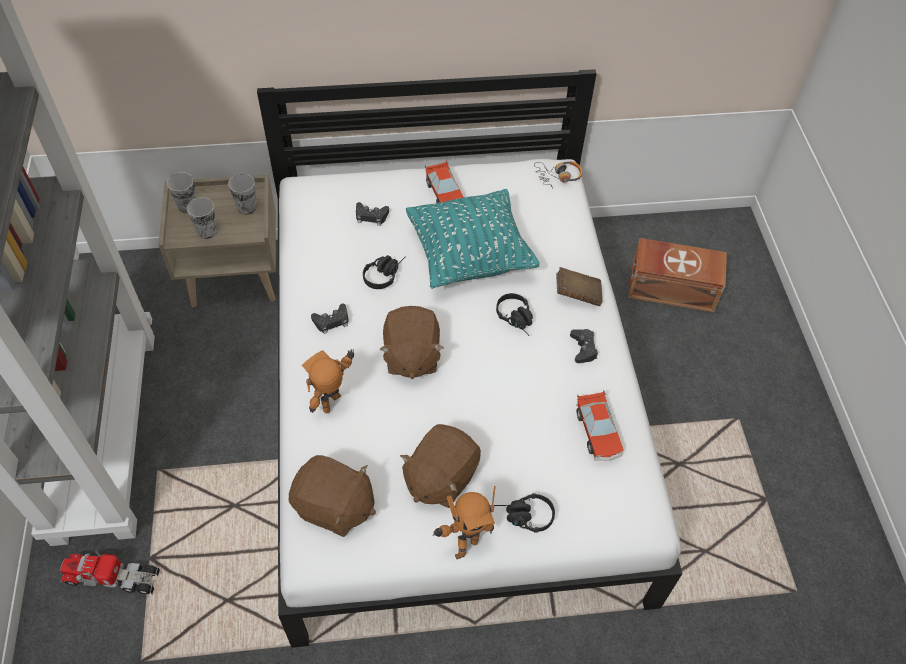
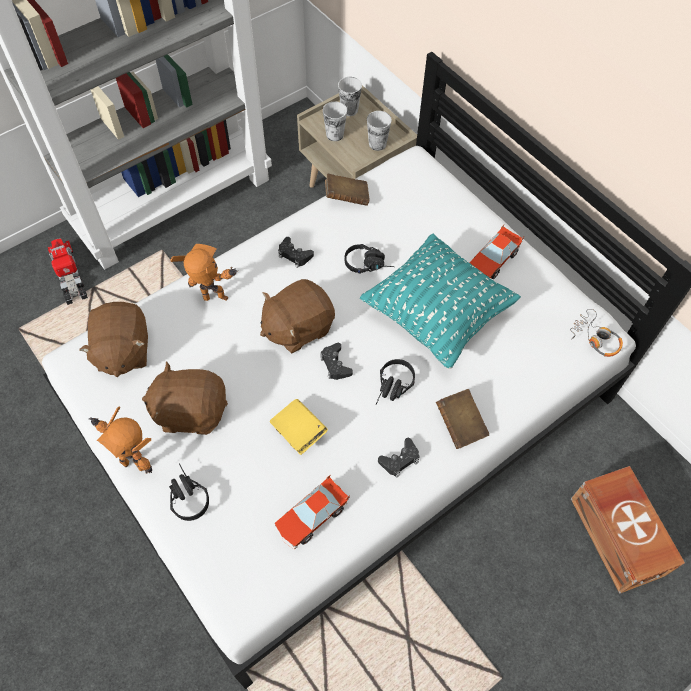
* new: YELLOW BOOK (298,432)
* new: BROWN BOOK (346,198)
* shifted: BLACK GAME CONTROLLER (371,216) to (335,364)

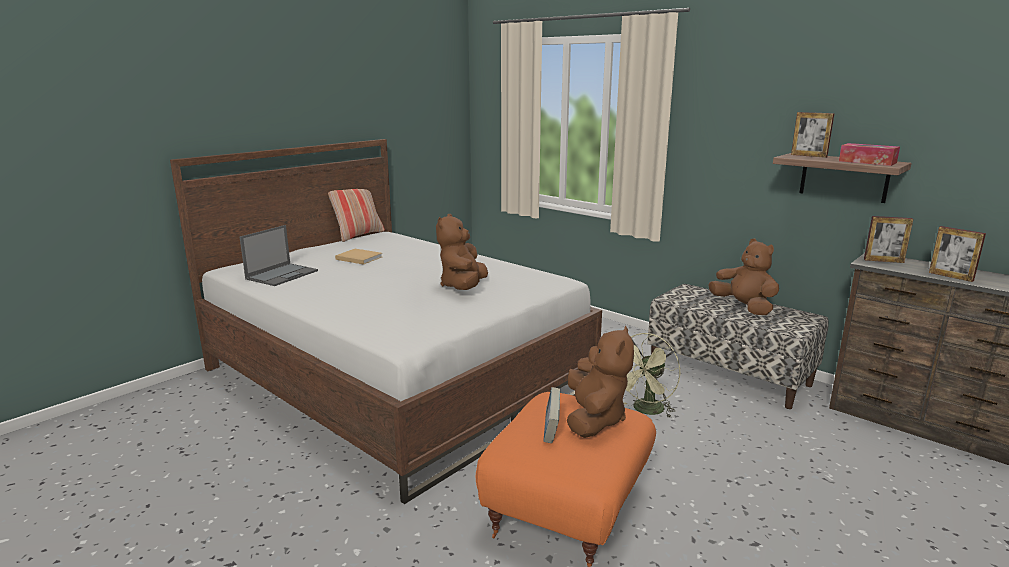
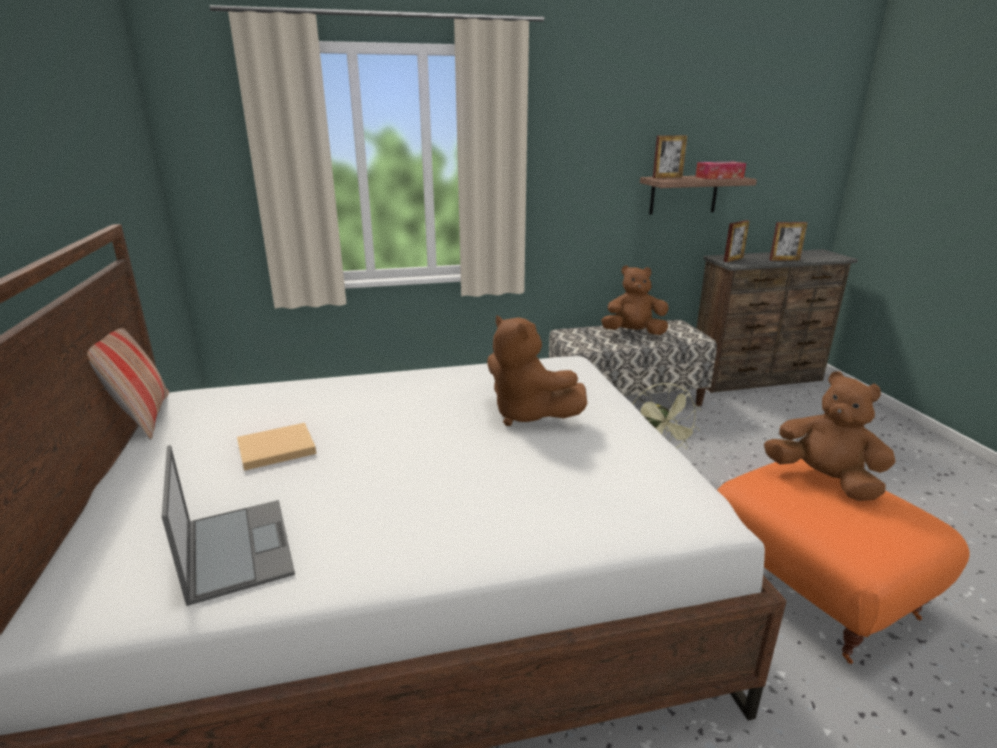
* gone: BOOK (551,432)

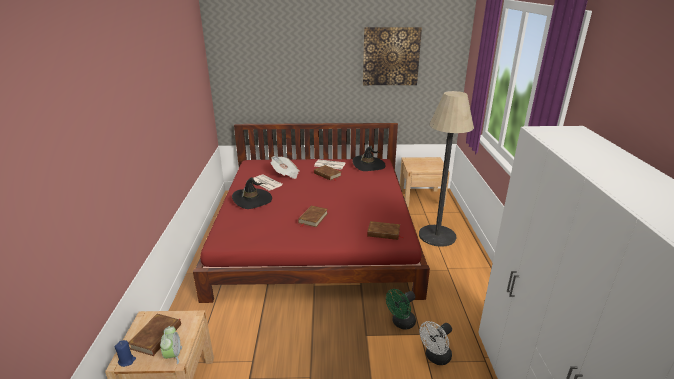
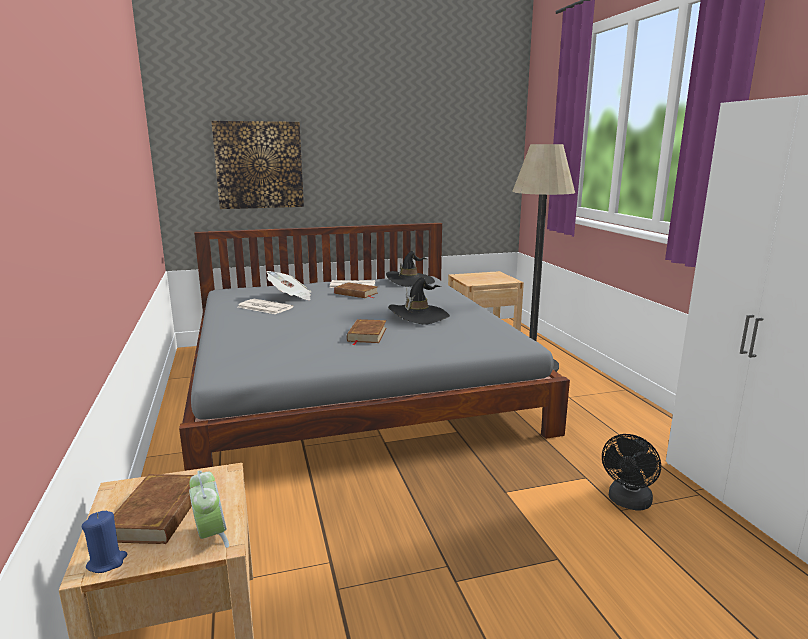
* gone: BROWN BOOK (383,233)
* gone: GREEN FAN (401,323)
* shifted: BLACK HAT (252,200) to (419,316)
* shifted: PICTURE (391,56) to (259,165)
* repainted: RED BED (315,234) to GREY BED (352,382)
* repainted: WHITE FAN (435,358) to BLACK FAN (628,502)

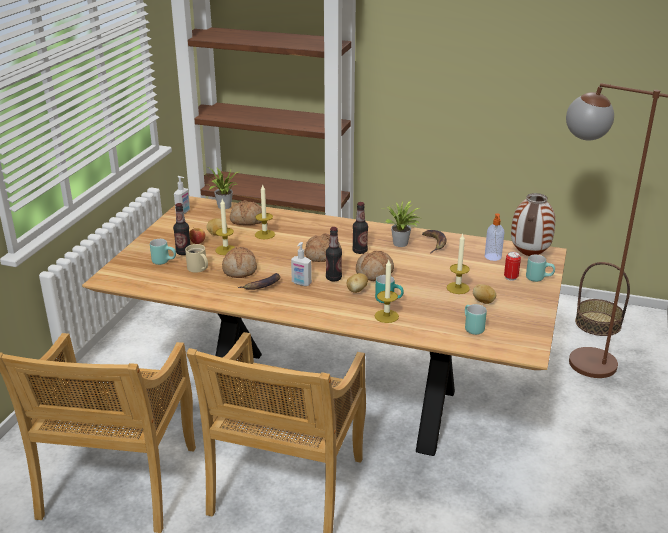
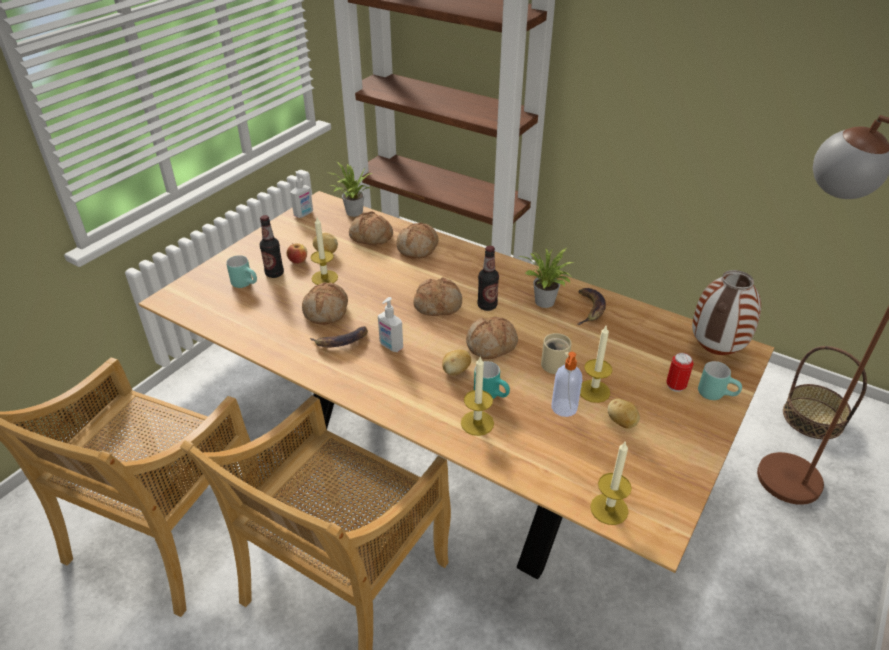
* gone: BOTTLE (333,278)
* gone: TURQUOISE MUG (471,328)
* new: BREAD (418,248)
* shifted: BEIGE MUG (197,268) to (555,367)
* shifted: CANDLE (264,234) to (609,509)
* shifted: SOAP DISPENSER (493,257) to (564,408)

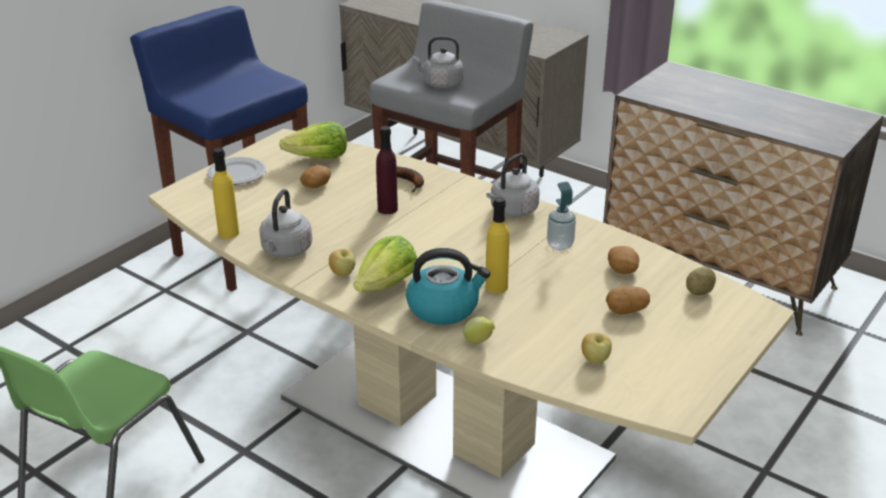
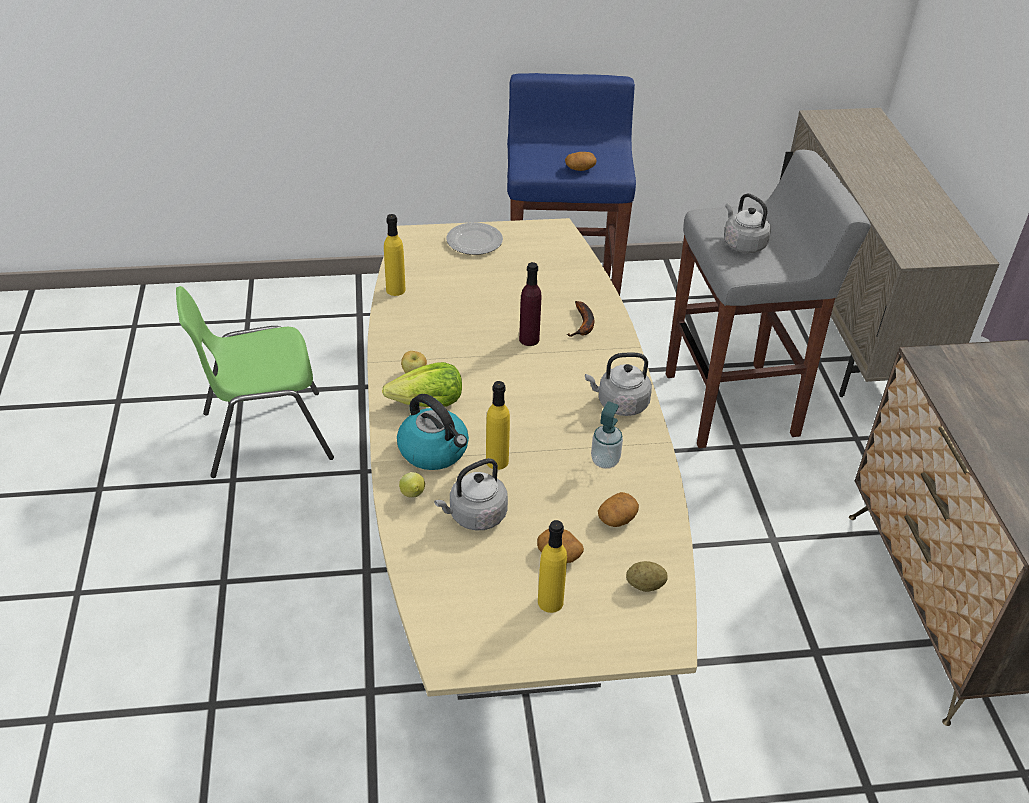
* gone: LETTUCE (318,158)
* gone: APPLE (595,360)
* new: YELLOW BOTTLE (550,602)
* shifted: GREY KETTLE (285,251) to (475,516)
* shifted: POTATO (316,185) to (580,169)

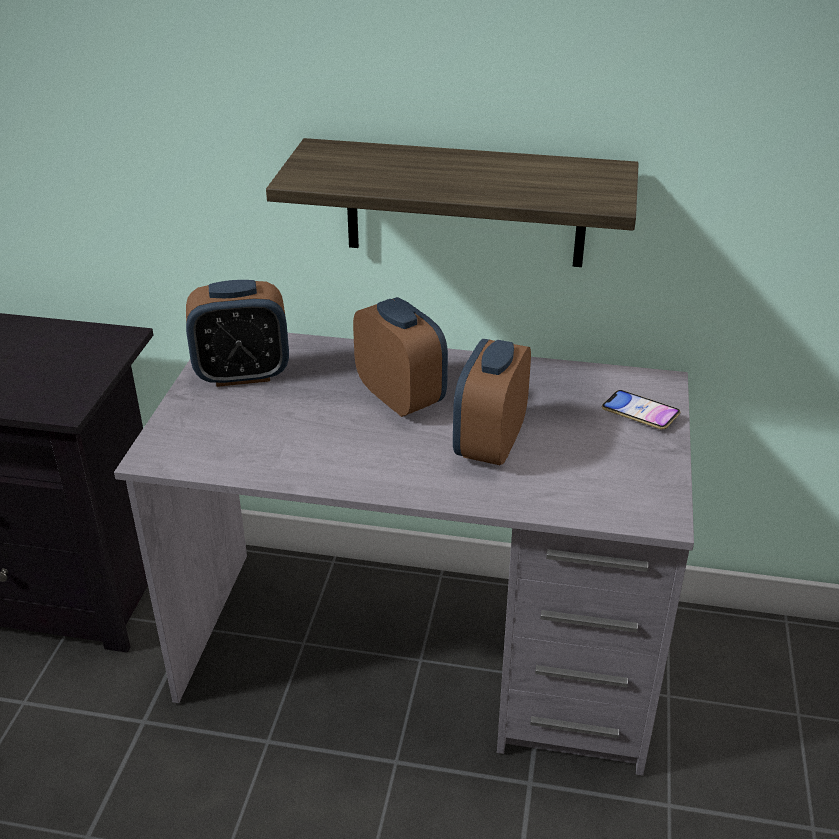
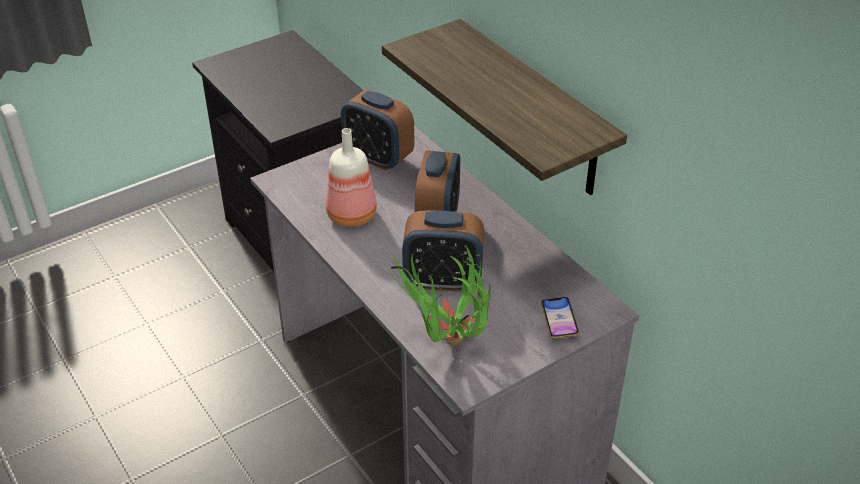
* new: BOTTLE (350,215)
* new: POTTED PLANT (446,349)
* rotated: ALARM CLOCK (489,444) = (443,280) 150 degrees counterclockwise

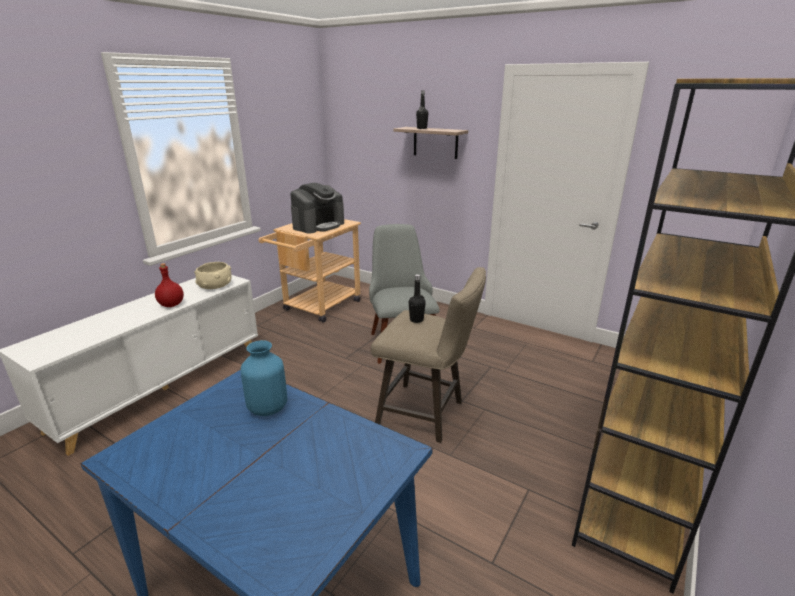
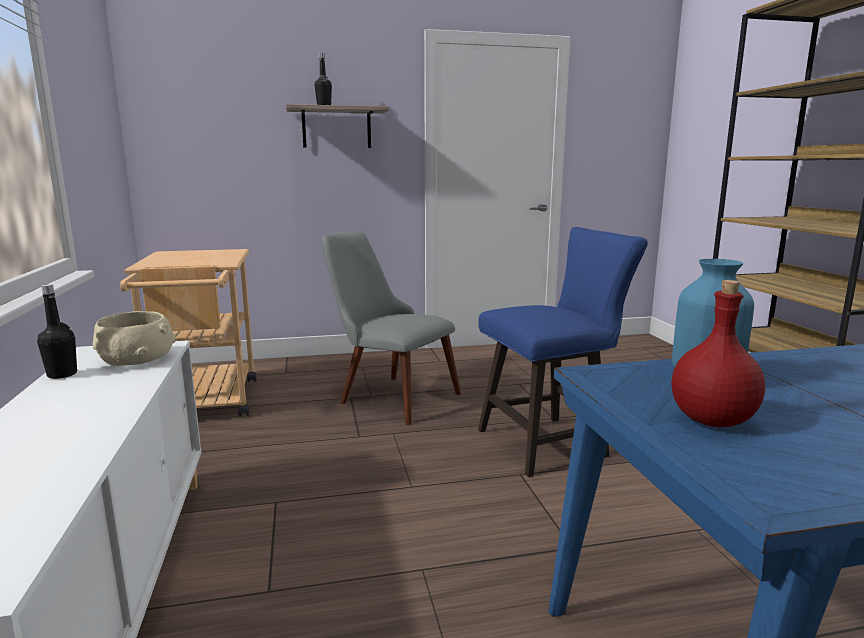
* gone: COFFEE MACHINE (318,225)
* shifted: RED BOTTLE (172,305) to (713,420)
* shifted: BLACK BOTTLE (416,320) to (62,374)
* repainted: BEIGE STOOL (426,414) to BLUE STOOL (550,442)

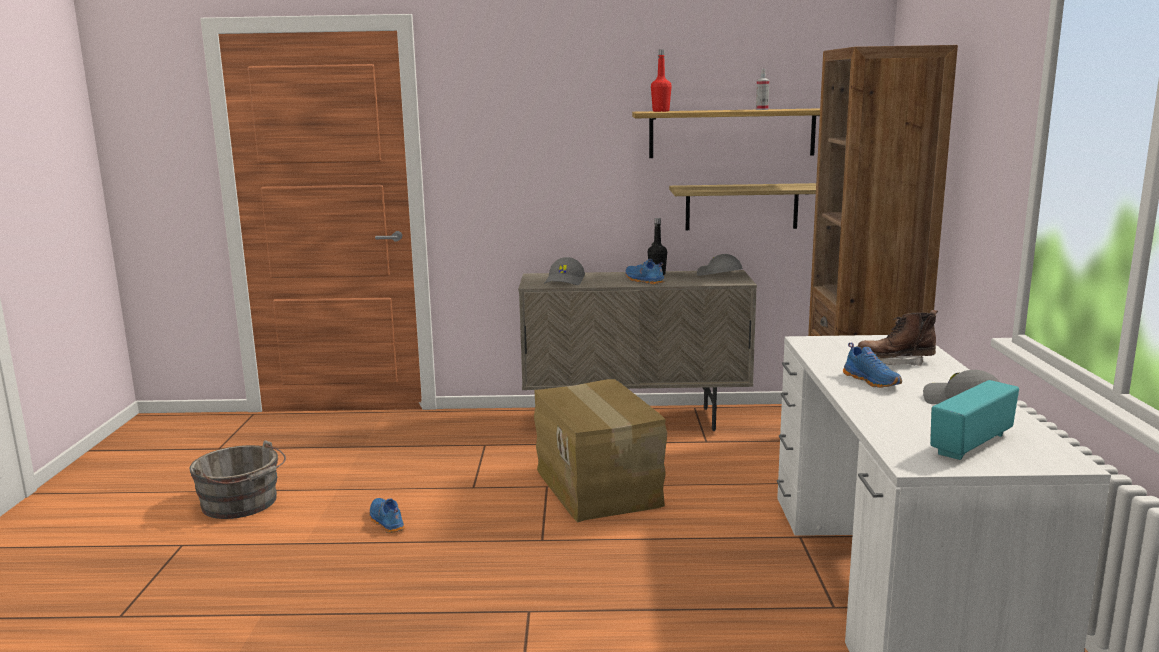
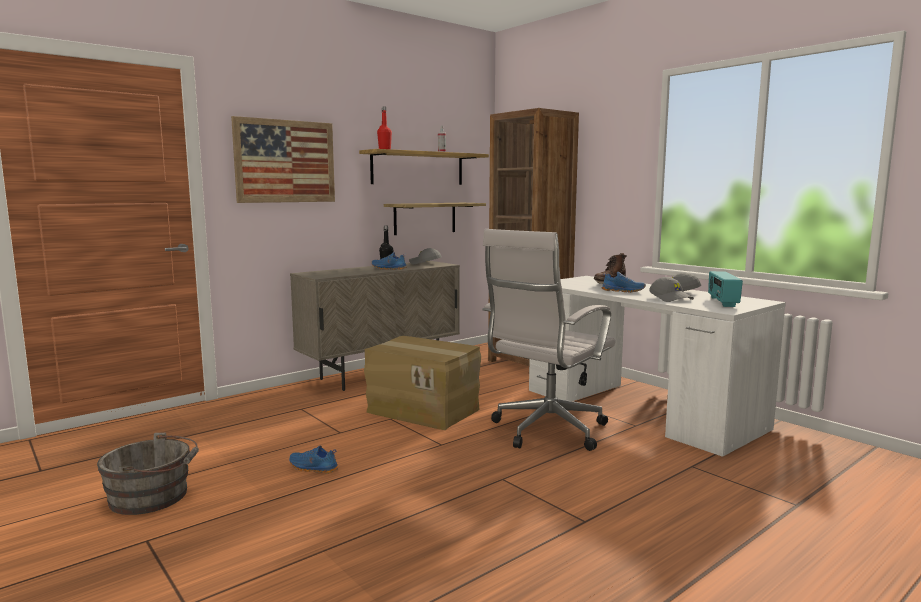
* new: PICTURE (285,161)
* new: WHITE OFFICE CHAIR (546,432)
* shifted: GREY CAP (565,281) to (671,298)

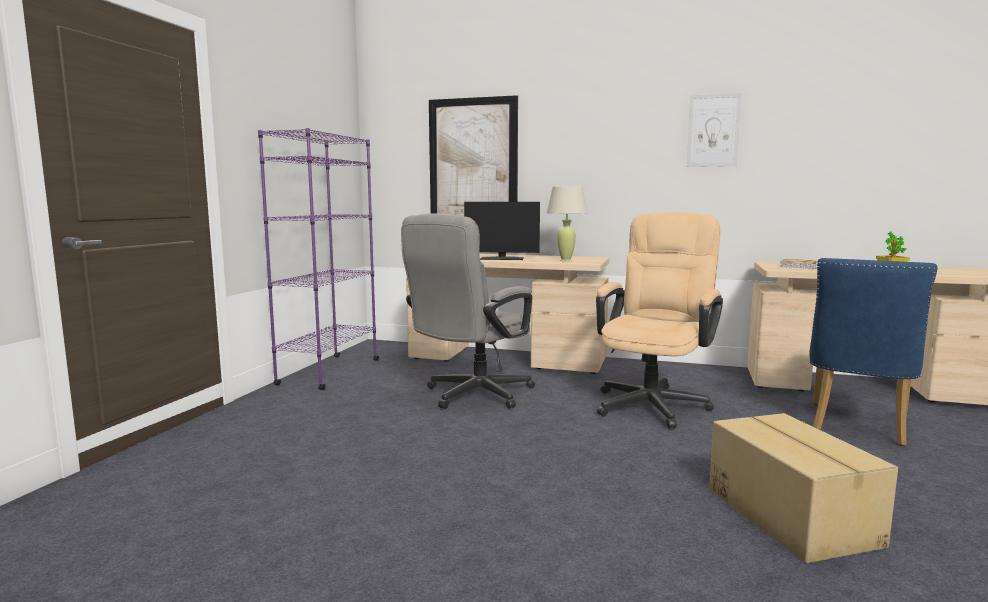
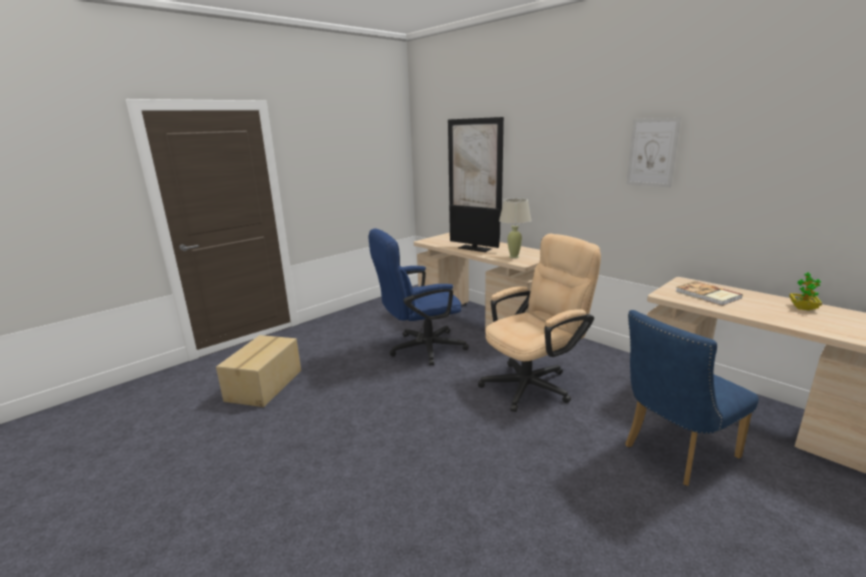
* gone: PURPLE BOOKCASE (329,372)
* shifted: CARDBOARD BOX (791,515) to (265,385)
* repainted: GREY OFFICE CHAIR (471,396) to BLUE OFFICE CHAIR (420,349)

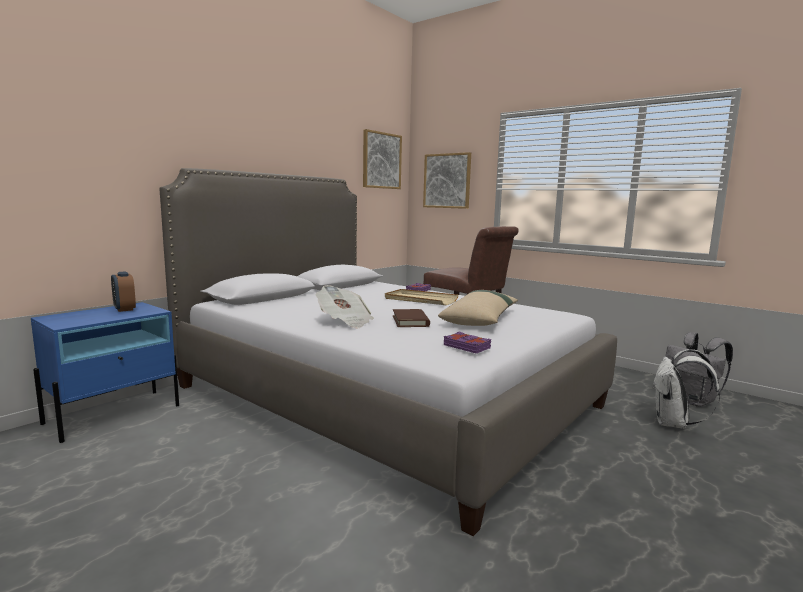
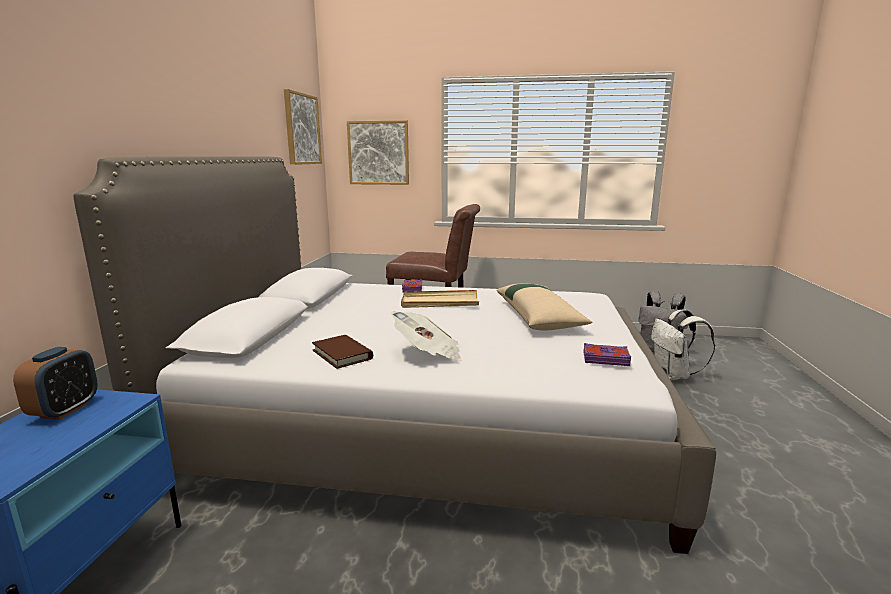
* shifted: BROWN BOOK (410,321) to (342,354)
* rotated: ALARM CLOCK (124,309) = (65,410) 105 degrees counterclockwise

